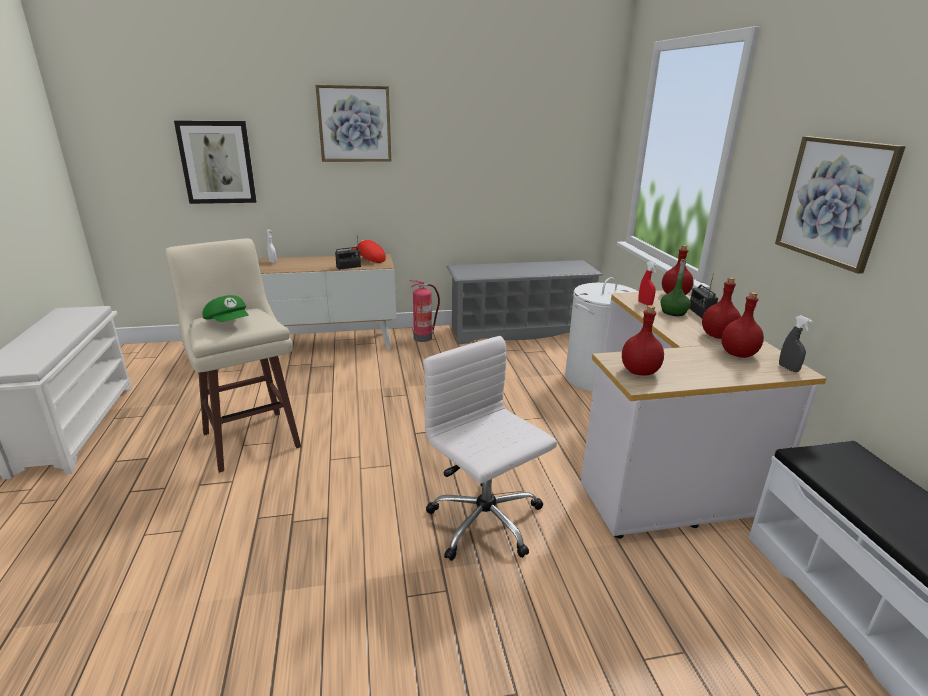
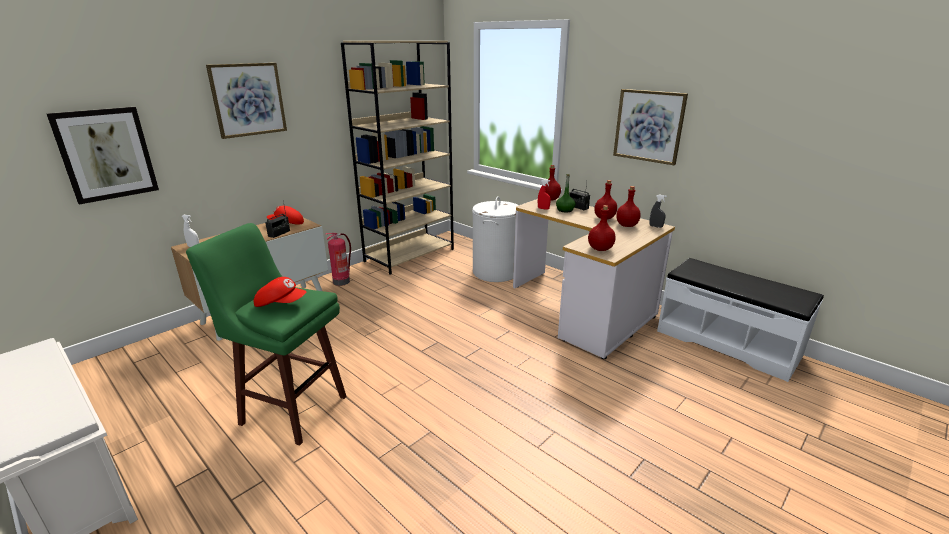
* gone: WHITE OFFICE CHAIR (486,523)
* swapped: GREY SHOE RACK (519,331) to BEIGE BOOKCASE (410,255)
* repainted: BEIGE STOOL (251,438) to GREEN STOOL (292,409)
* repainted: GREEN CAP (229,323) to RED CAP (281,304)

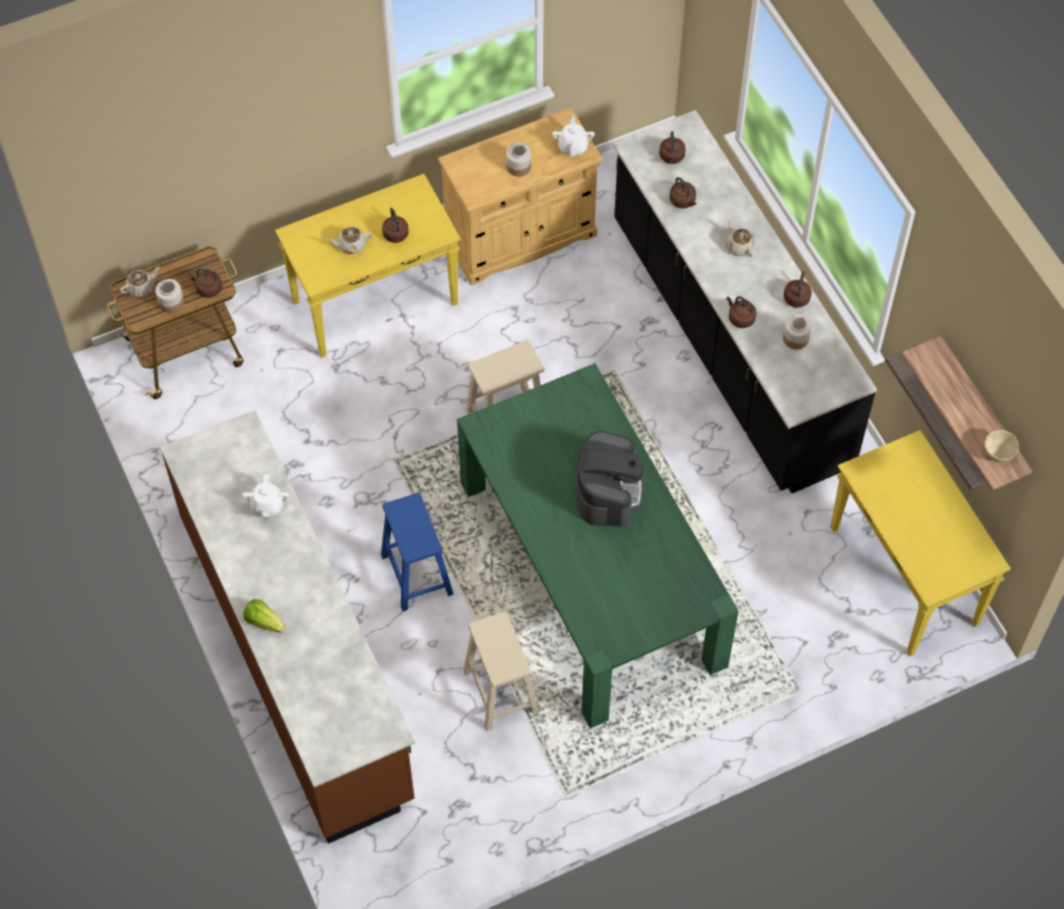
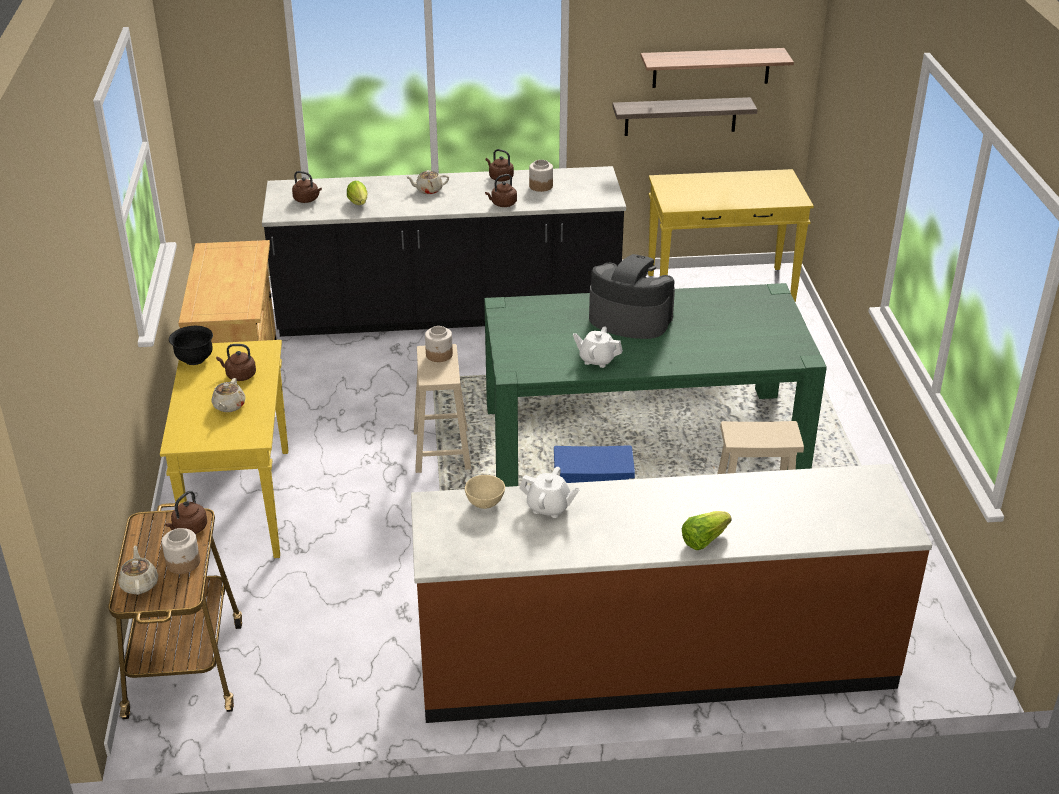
* new: BLACK BOWL (194,359)
* shifted: JAR (518,167) to (439,355)
* shifted: WHITE TEAPOT (573,146) to (597,360)
* shifted: BEIGE BOWL (998,454) to (485,503)
* swapped: BROWN KETTLE (683,201) to LETTUCE (359,204)

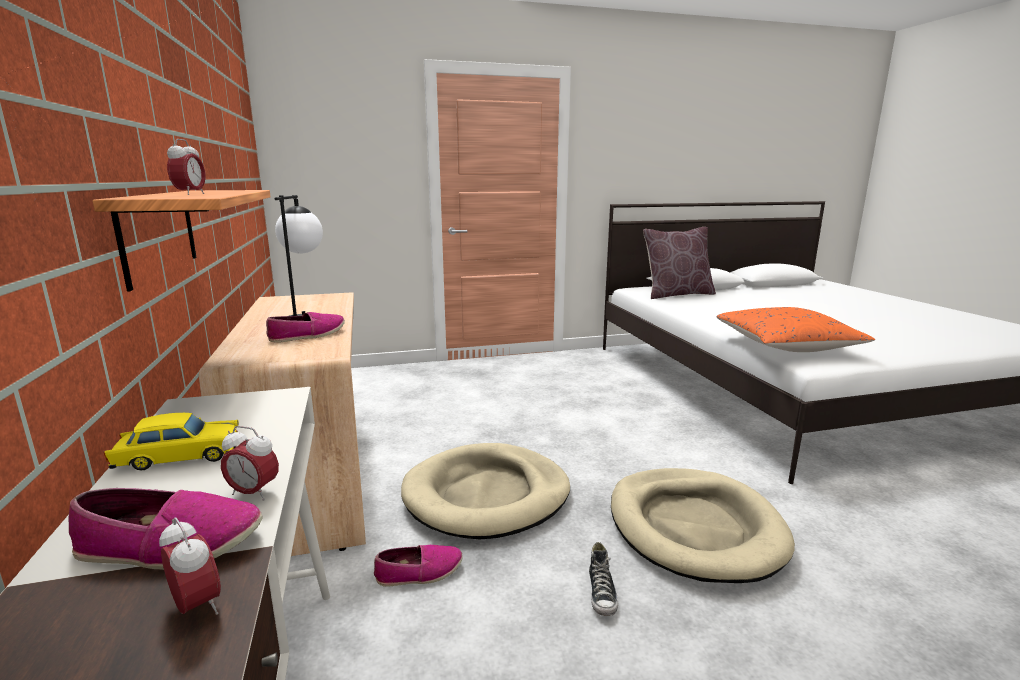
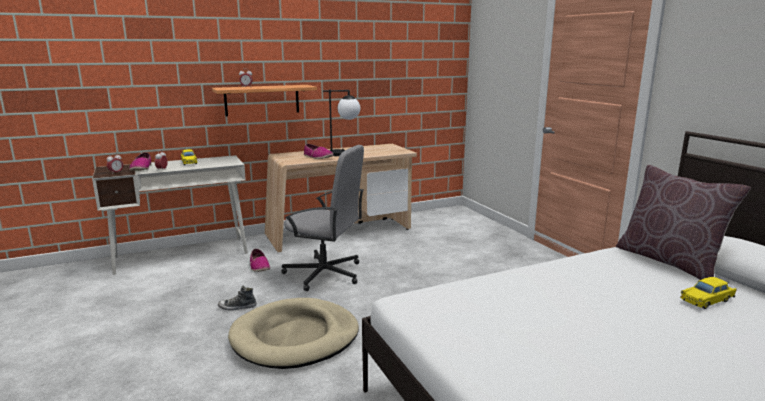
* gone: ORANGE PILLOW (786,345)
* new: YELLOW TOY CAR (707,300)
* swapped: BEIGE DOG BED (487,495) to GREY OFFICE CHAIR (325,274)

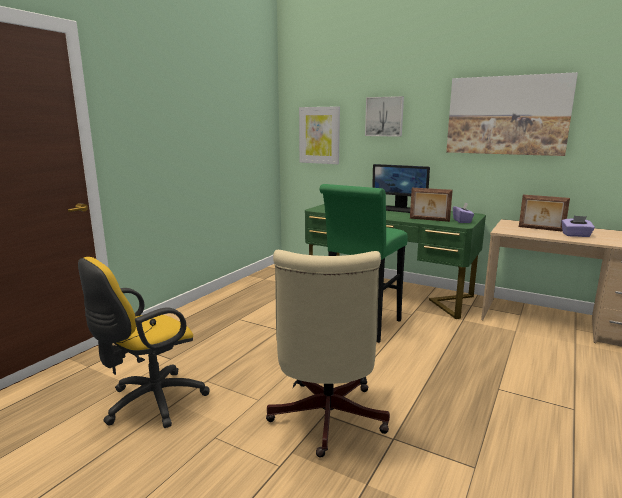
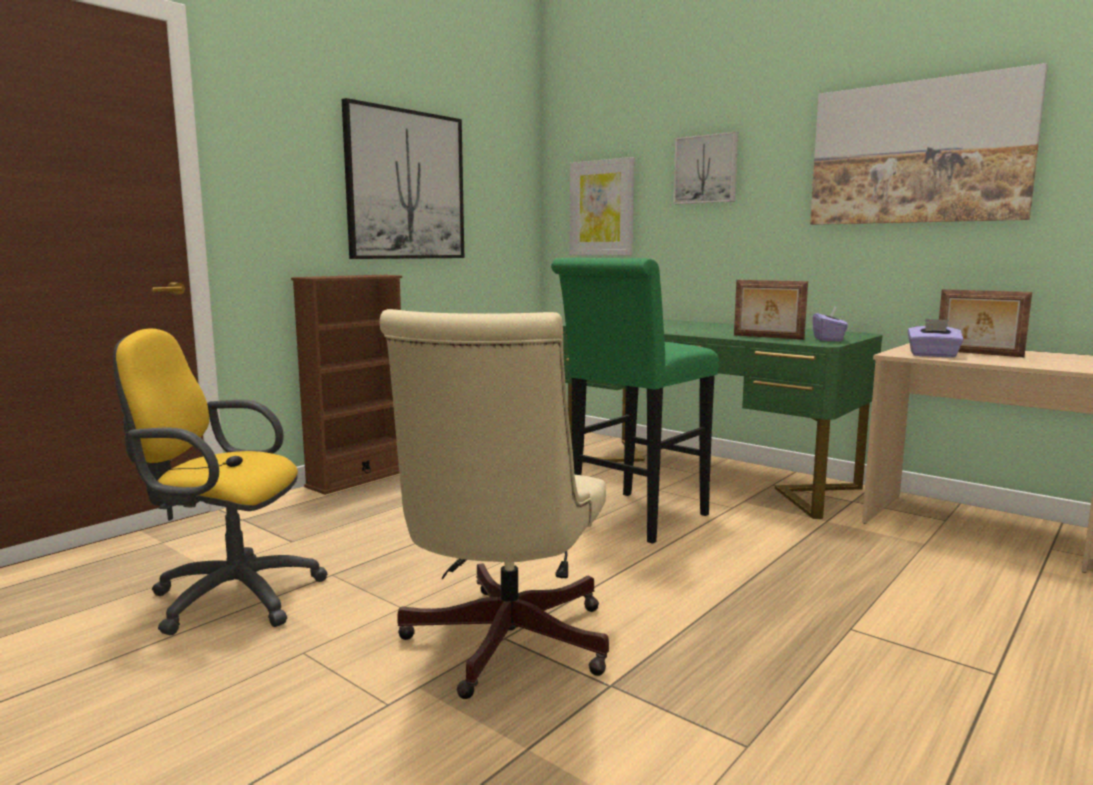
* gone: MONITOR (398,209)
* new: BROWN BOOKCASE (358,478)
* new: PICTURE (406,185)
* shifted: PURPLE TISSUE BOX (576,235) to (933,355)
* rotated: YELLOW OFFICE CHAIR (150,403) = (228,597) 45 degrees clockwise

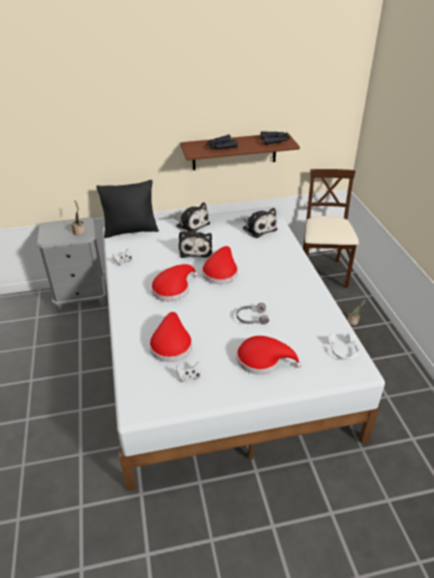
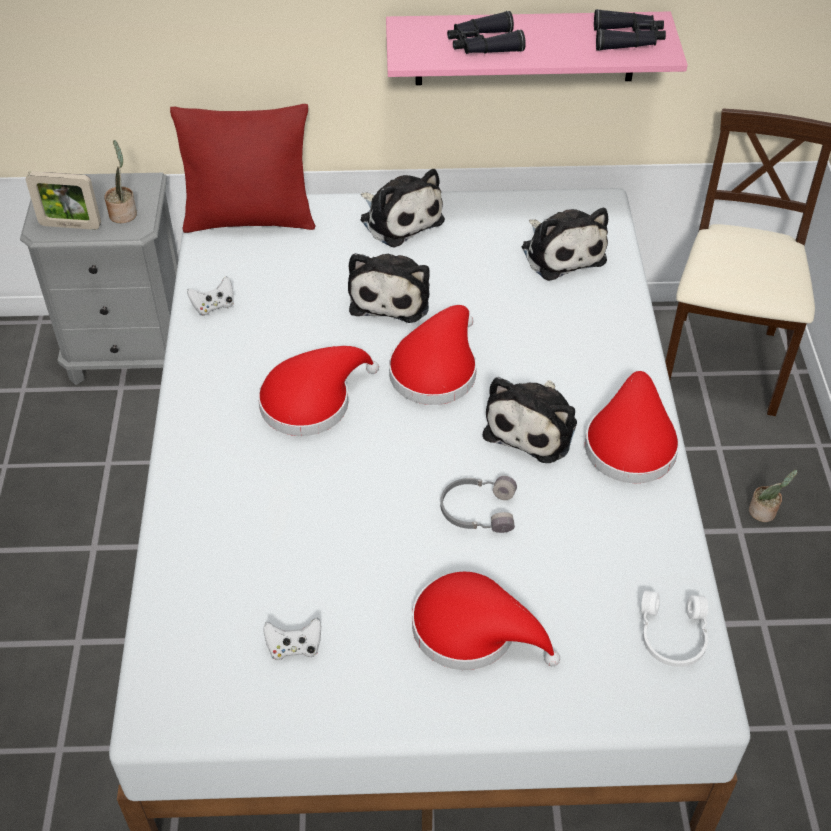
* new: PICTURE FRAME (70,225)
* new: PLUSH TOY (533,426)
* shifted: RED HAT (171,344) to (630,442)
* repainted: BLACK PILLOW (131,231) to RED PILLOW (250,219)
* repainted: BROWN SHELF (234,151) to PINK SHELF (526,48)

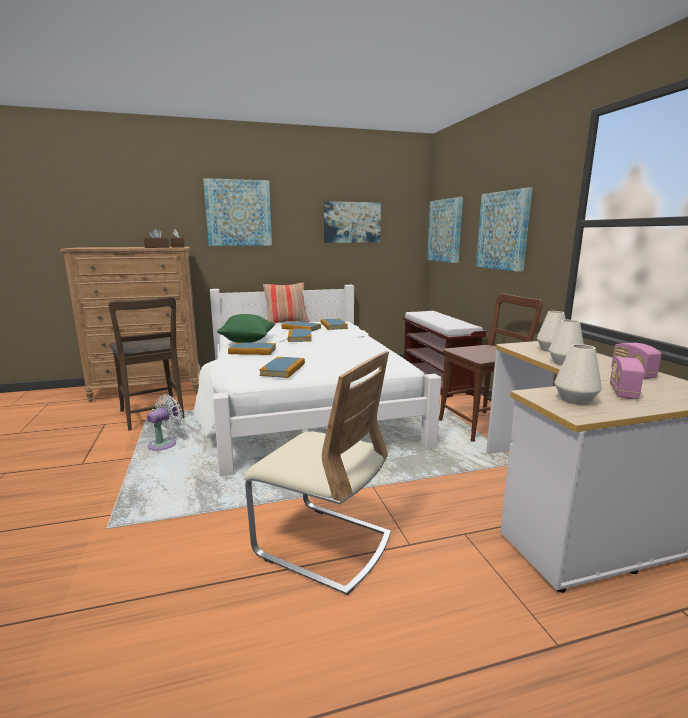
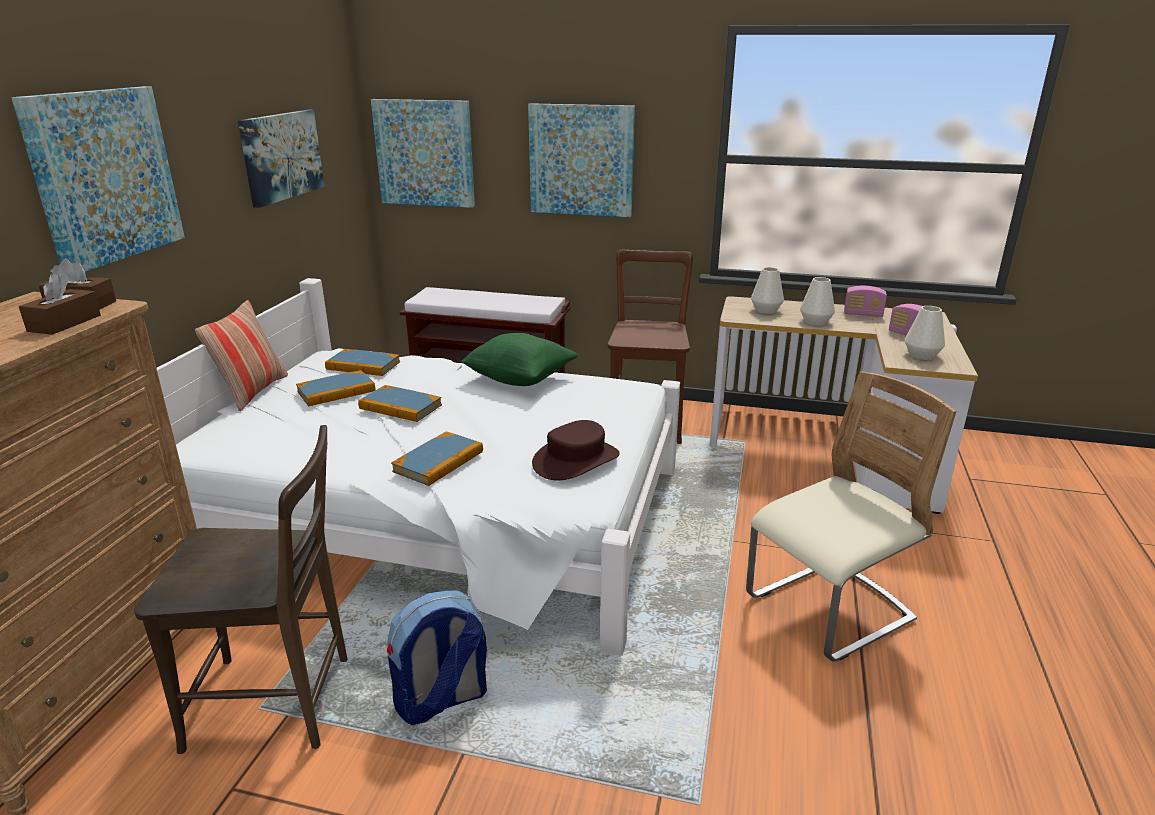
* shifted: GREEN PILLOW (248,341) to (520,379)
* swapped: WHITE FAN (165,444) to BACKPACK (441,701)
* swapped: BOOK (283,369) to BROWN HAT (576,460)

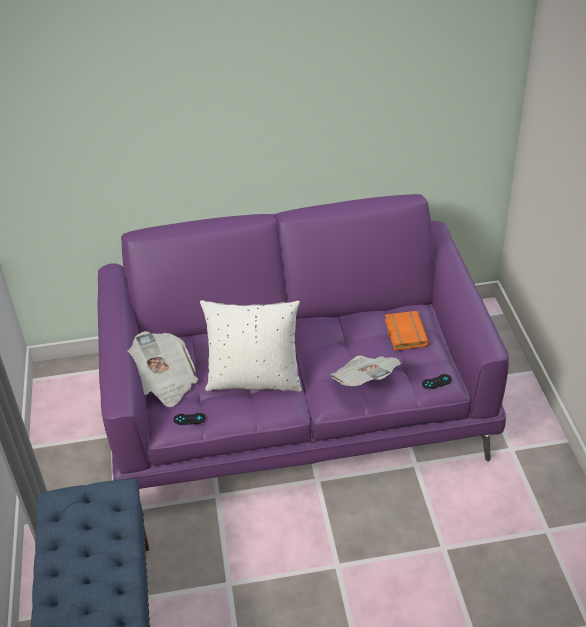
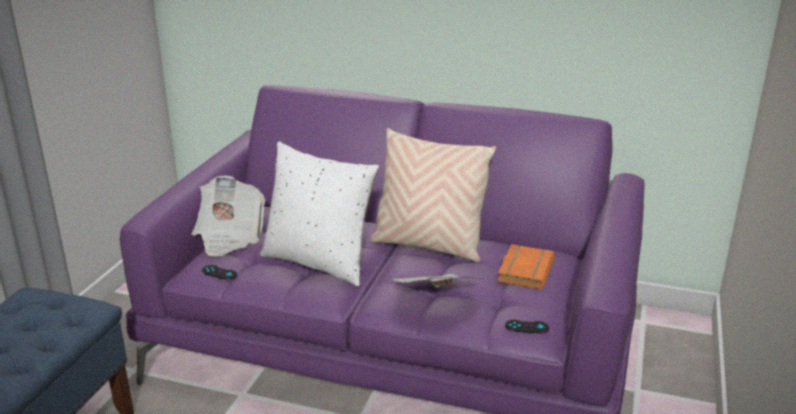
* new: BEIGE PILLOW (428,245)

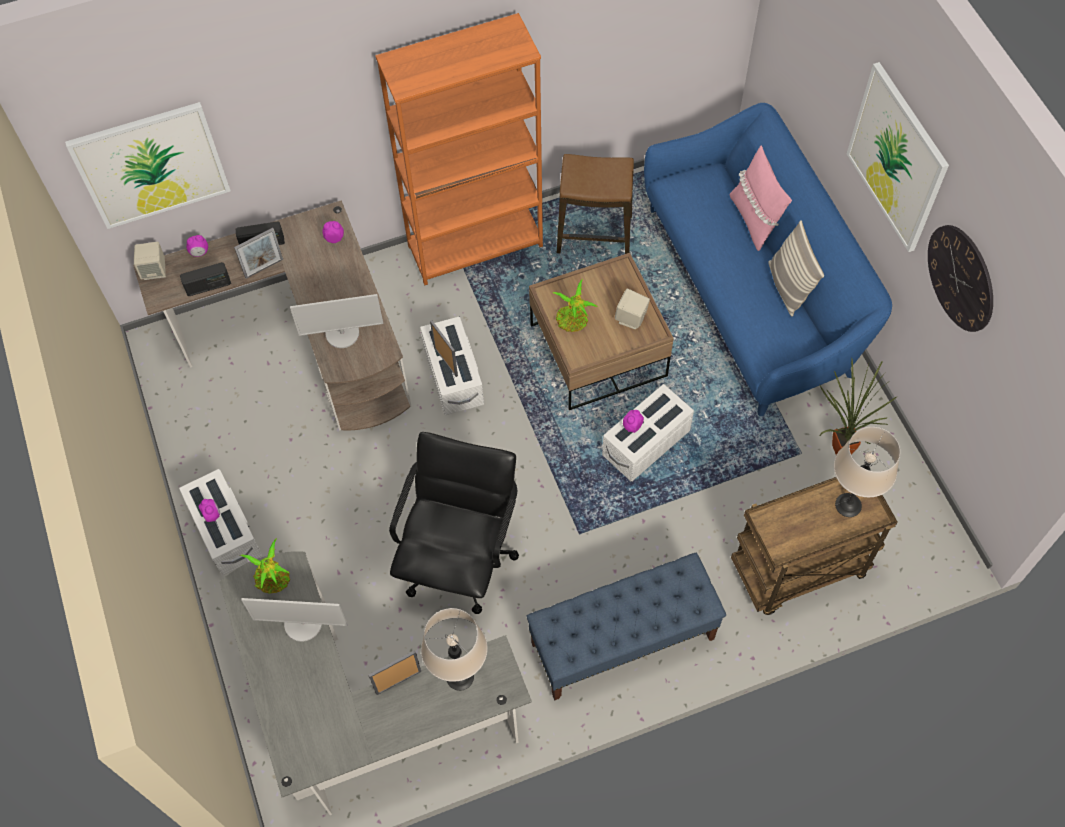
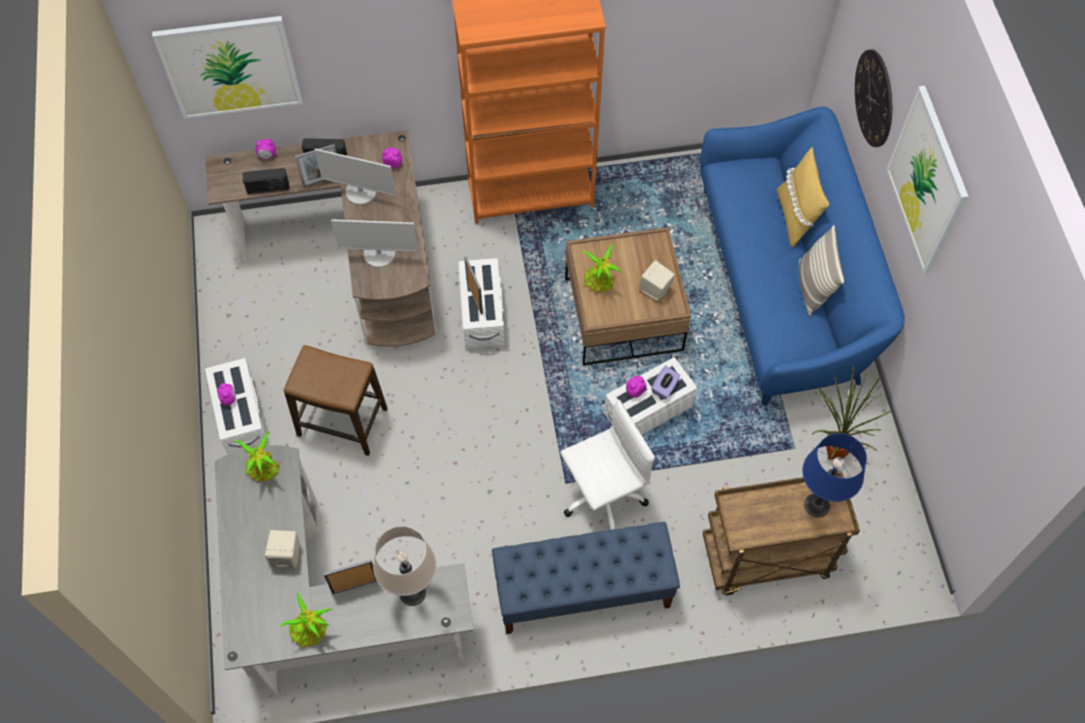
* gone: BLACK OFFICE CHAIR (459,559)
* new: POTTED PLANT (311,631)
* new: WHITE OFFICE CHAIR (601,496)
* new: PURPLE TISSUE BOX (665,387)
* shifted: BEIGE SPEAKER (154,270) to (286,555)
* shifted: MONITOR (303,623) to (361,192)
* shifted: STOOL (594,234) to (342,422)
* shifted: WALL CLOCK (961,278) to (874,98)
* repainted: PINK PILLOW (754,219) to YELLOW PILLOW (795,217)
* repainted: BEIGE TABLE LAMP (848,505) to BLUE TABLE LAMP (816,505)

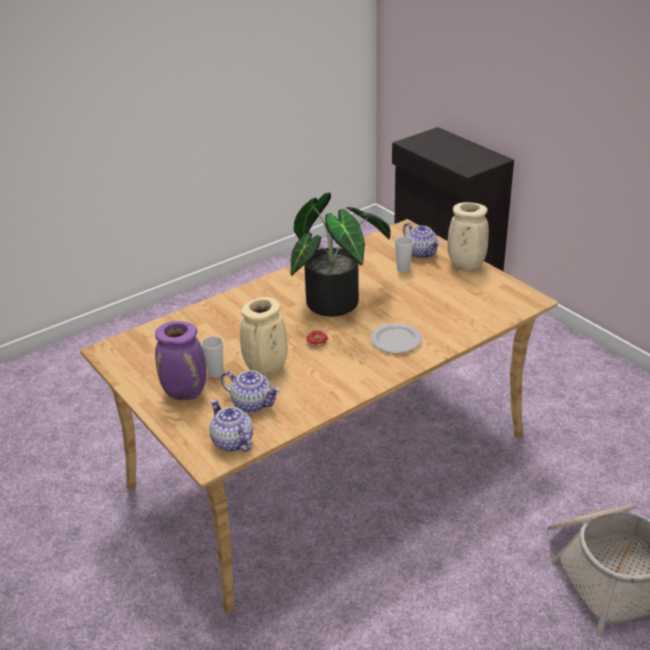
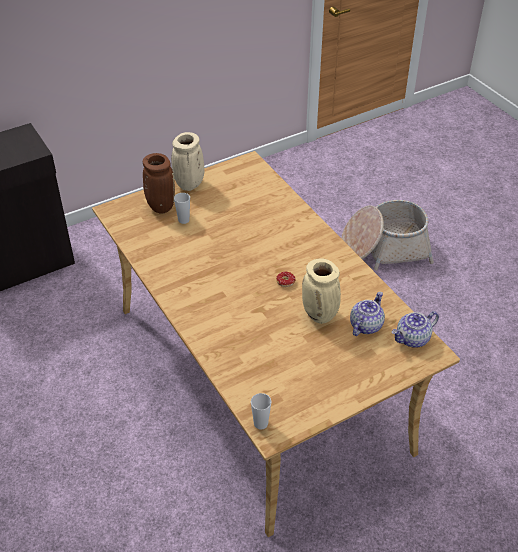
* gone: PURPLE VASE (186,393)
* gone: POTTED PLANT (339,303)
* gone: PLATE (397,340)
* shifted: CUP (215,373) to (261,423)
* swapped: TEAPOT (421,253) to BROWN VASE (160,206)

